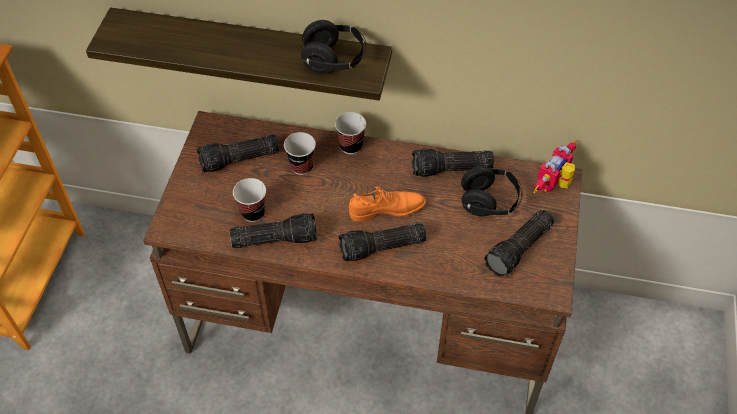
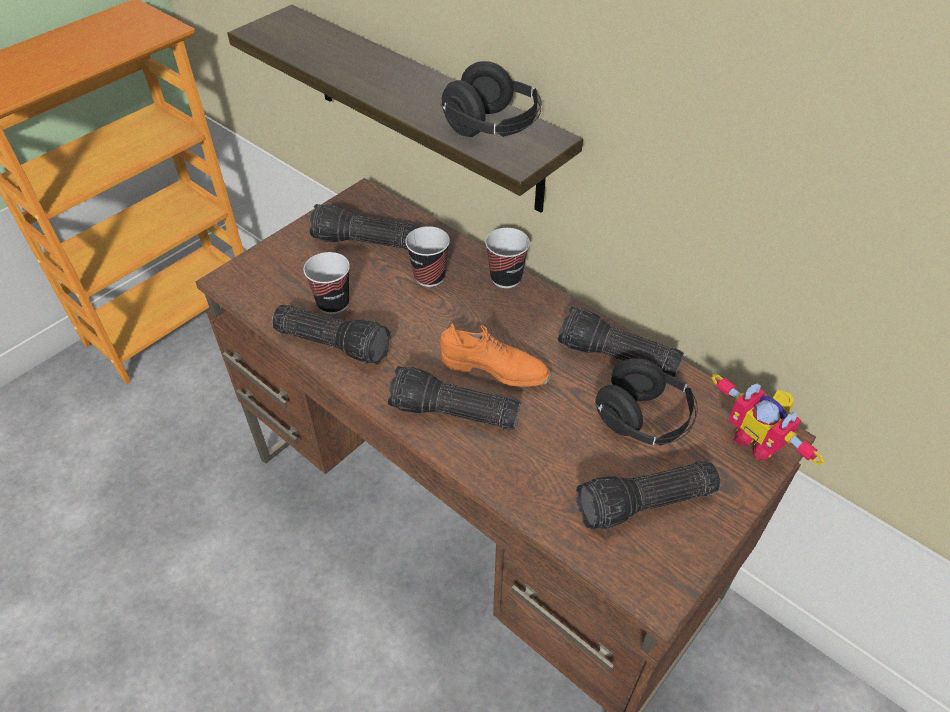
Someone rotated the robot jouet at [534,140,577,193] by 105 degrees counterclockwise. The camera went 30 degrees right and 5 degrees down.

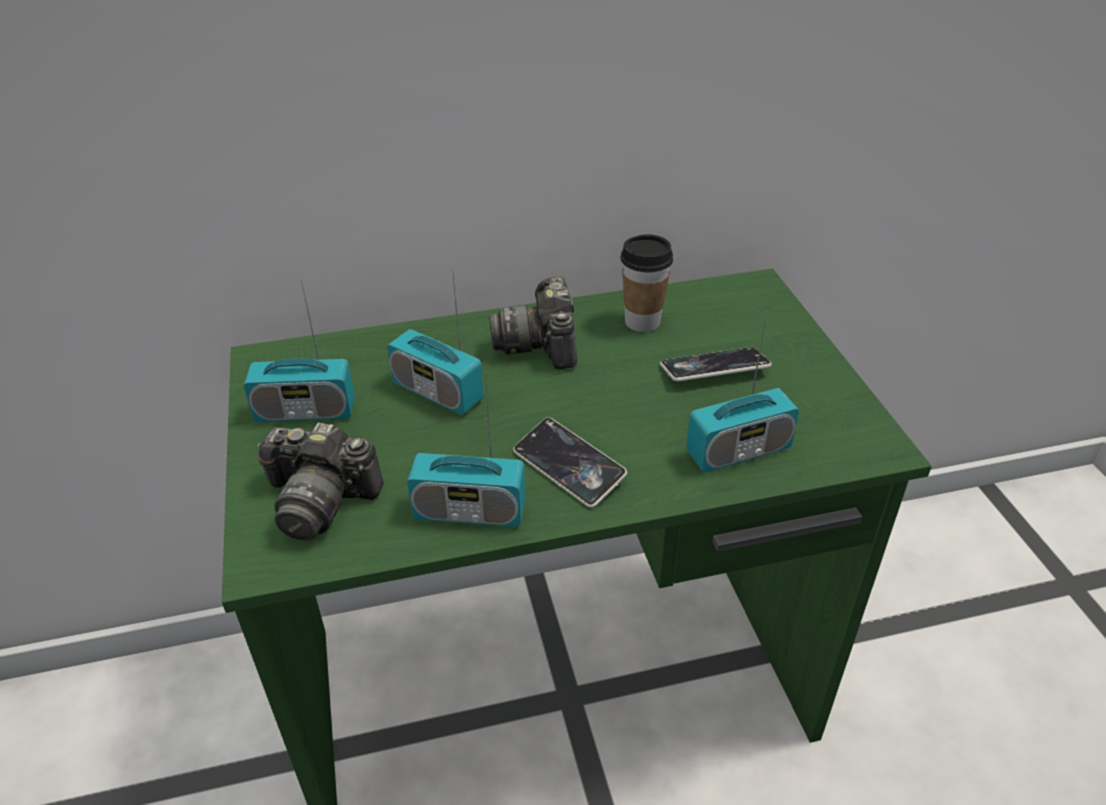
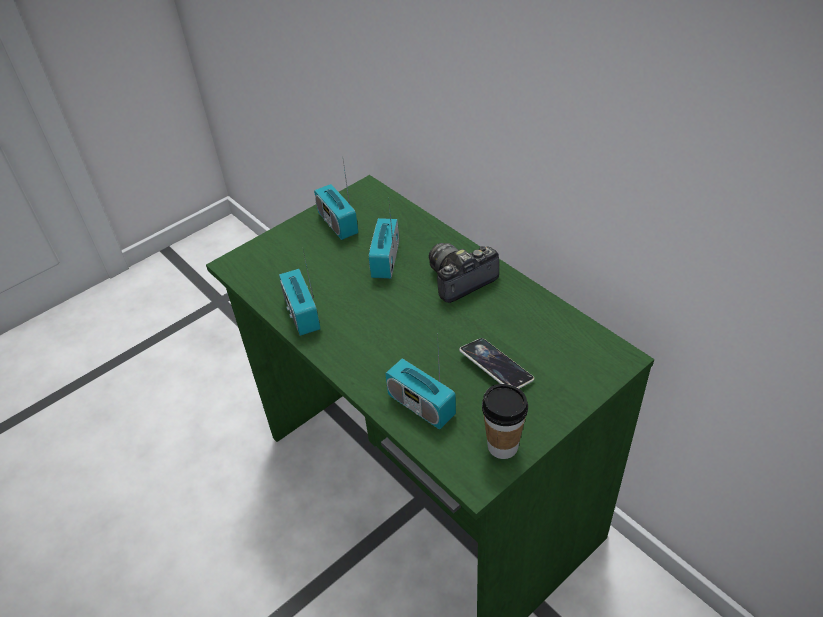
Someone carried the tasse from [620,234,673,332] to [482,384,528,459]. Someone took away the appareil photo at [257,423,384,541]. Someone took away the téléphone at [513,417,627,508]. The camera went 65 degrees right and 5 degrees up.

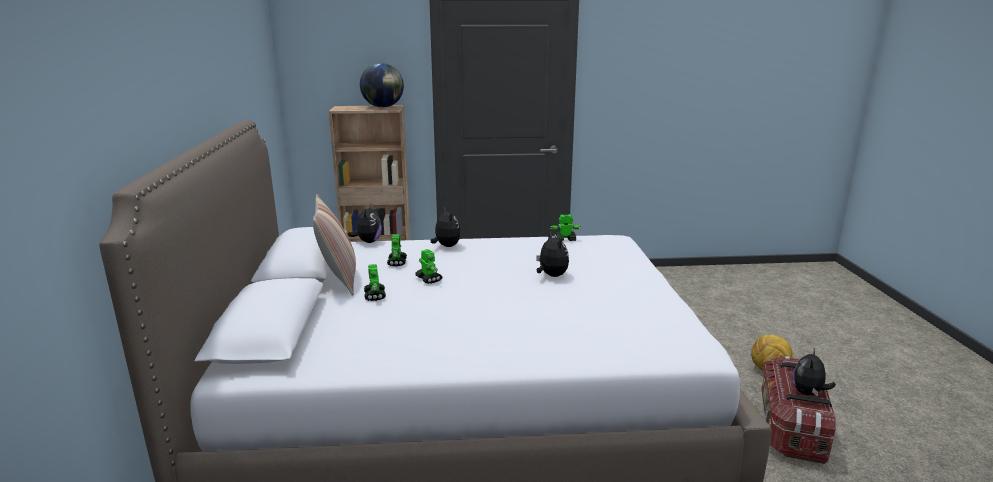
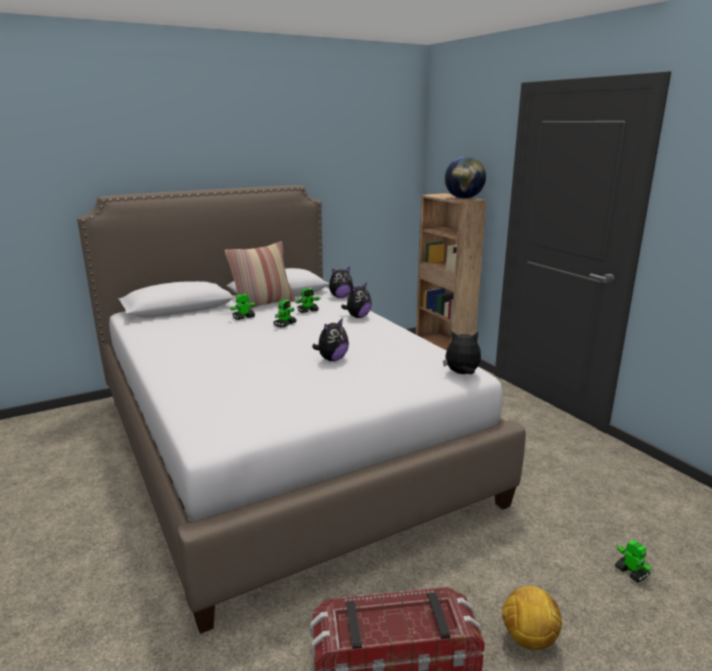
Someone carried the peluche from [793,348,836,397] to [443,331,481,374]. Someone carried the robot jouet from [550,214,581,241] to [615,540,654,583]. The camera went 65 degrees right and 0 degrees up.

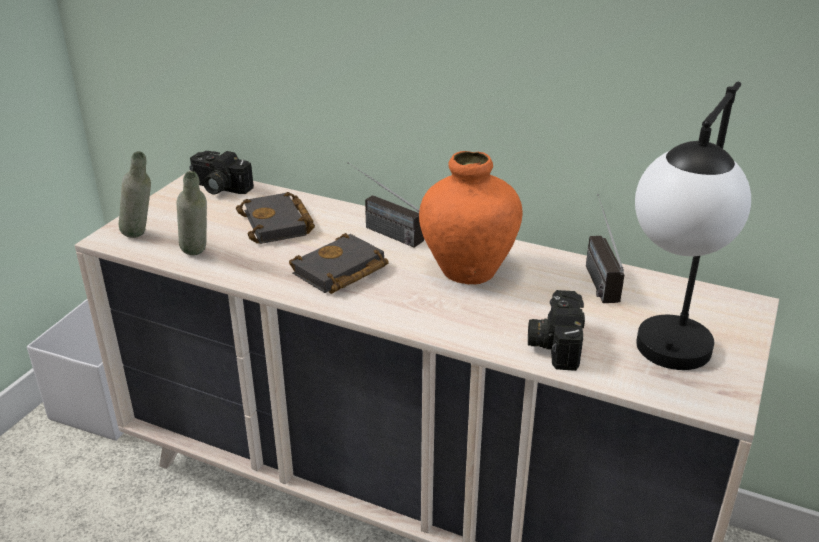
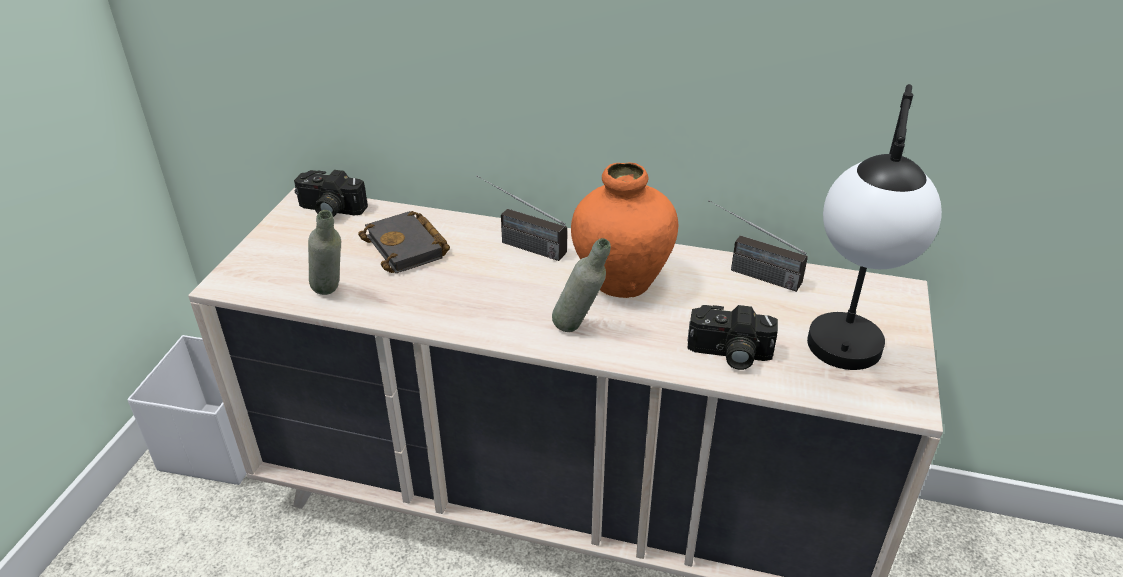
Someone carried the bouteille [gris] from [119,151,151,238] to [552,238,611,332]. Someone rotated the appareil photo at [528,290,585,371] by 75 degrees counterclockwise. Someone rotated the radio at [586,194,624,303] by 45 degrees counterclockwise. Someone took away the livre [noir] at [289,233,389,294]. The camera went 10 degrees left and 5 degrees up.

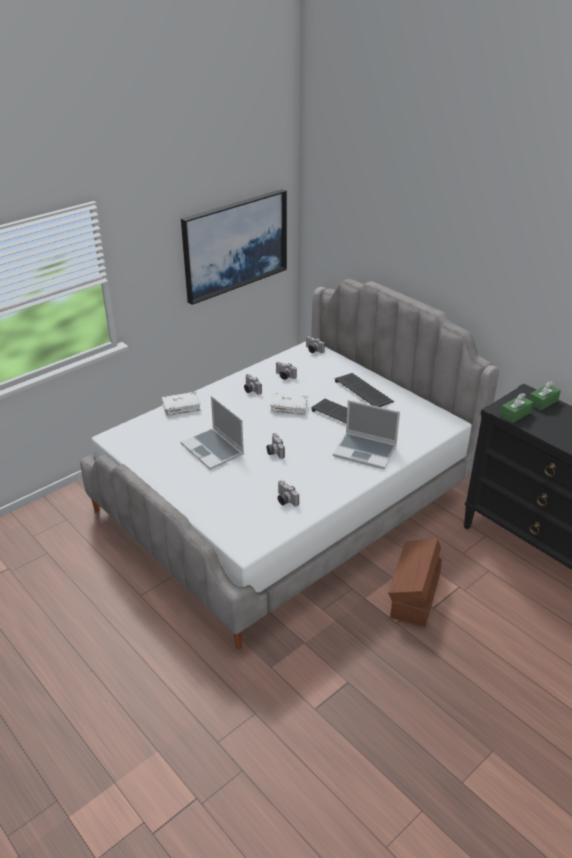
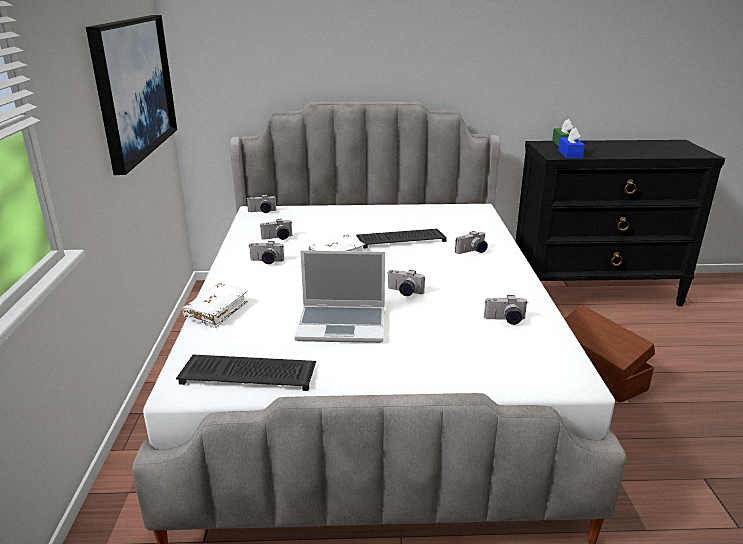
Someone carried the clavier from [335,373,394,407] to [176,355,316,391]. Someone swapped the ordinateur portable at [333,400,400,469] for the appareil photo at [455,231,488,254]. Someone repainted the boîte à mouchoirs [vert] at [500,393,533,423], which became the boîte à mouchoirs [bleu] at [558,128,585,158]. The camera went 50 degrees left and 10 degrees down.

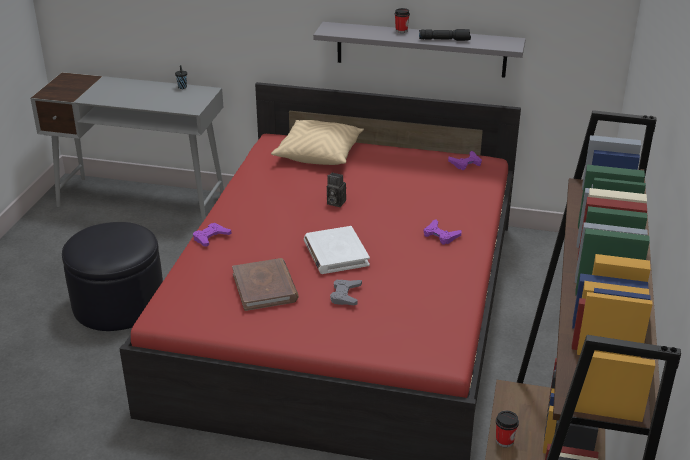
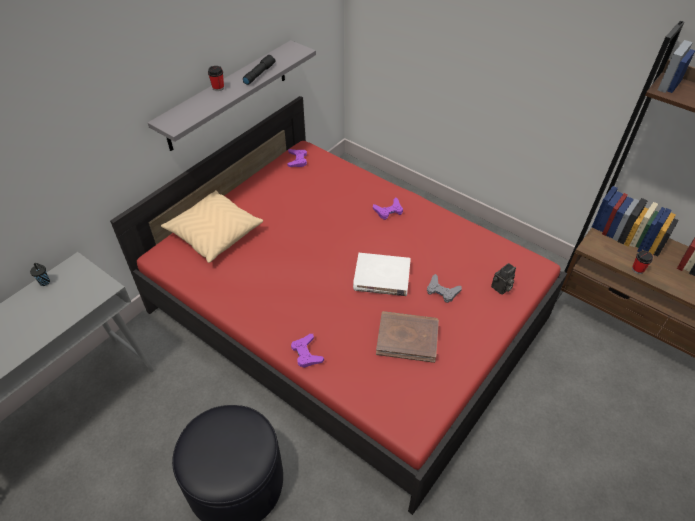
Someone carried the appareil photo from [327,172,346,207] to [491,263,516,295]. The camera went 65 degrees left and 15 degrees up.

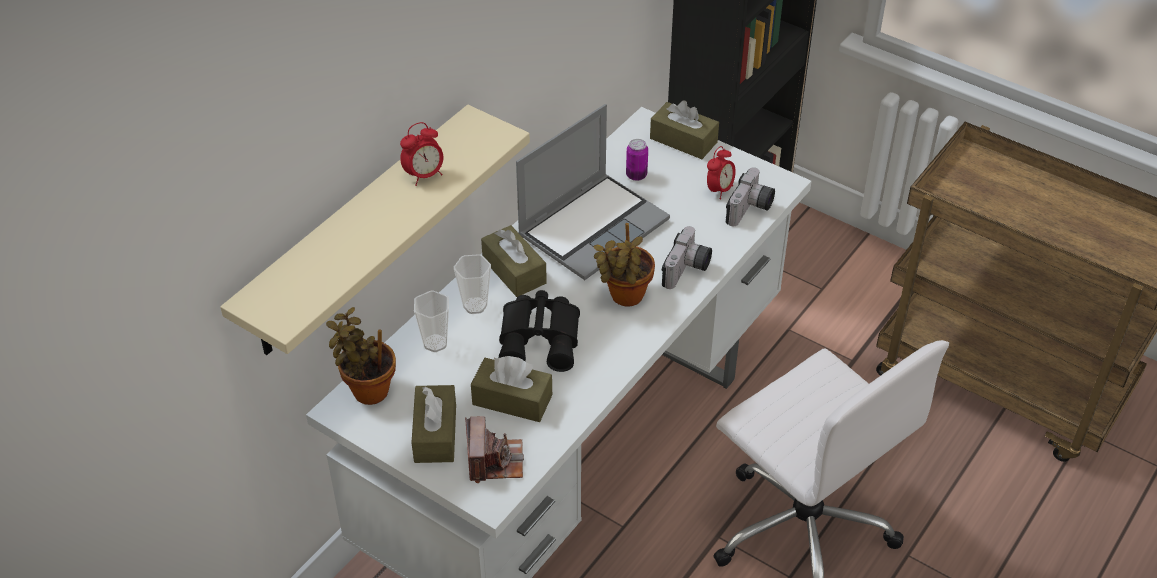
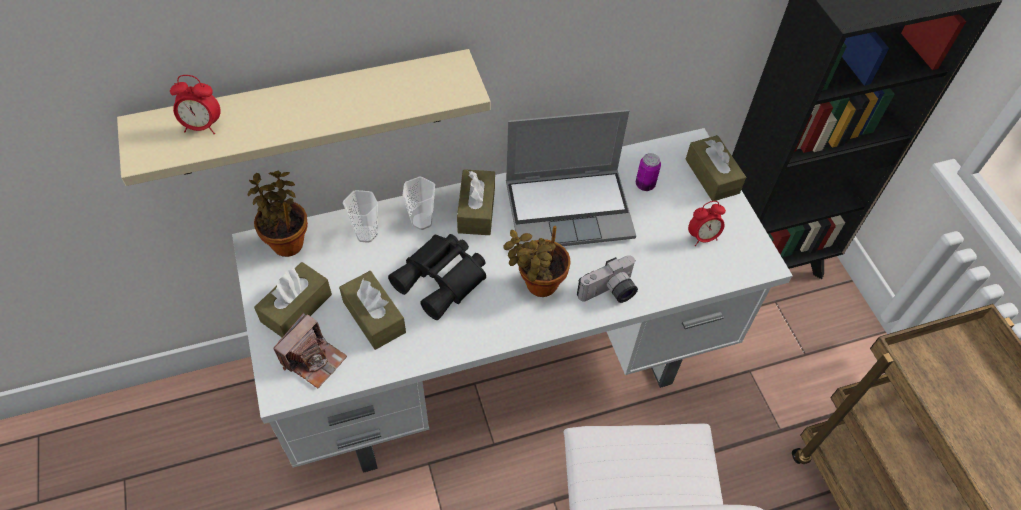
Someone carried the réveil from [400,122,443,186] to [170,75,221,135]. Someone took away the appareil photo at [726,167,775,226]. The camera went 35 degrees right and 10 degrees up.

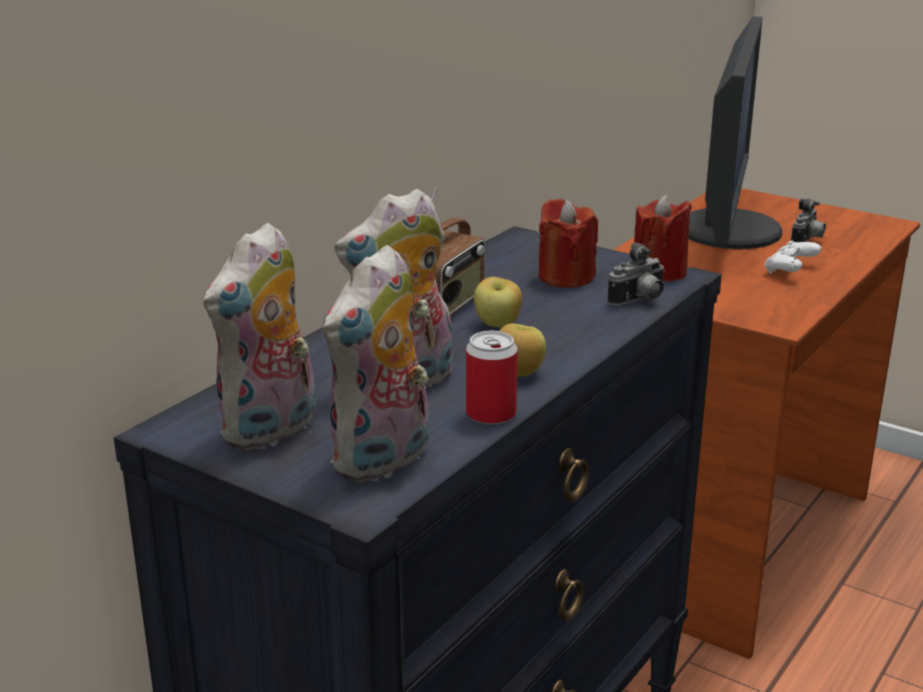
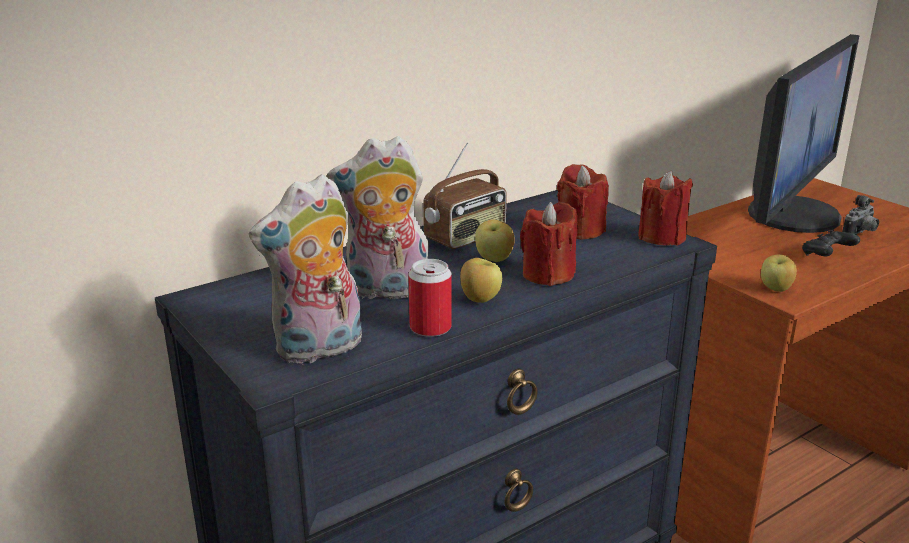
Someone put down the bougie [rouge] at [520,202,577,286]. Someone put down the pomme at [761,254,797,292]. Someone repainted the manette [blanc] at [764,240,821,274], which became the manette [noir] at [802,229,860,256]. Someone took away the peluche at [203,222,316,451]. Someone took away the appareil photo at [607,242,665,306]. The camera went 20 degrees right and 0 degrees up.

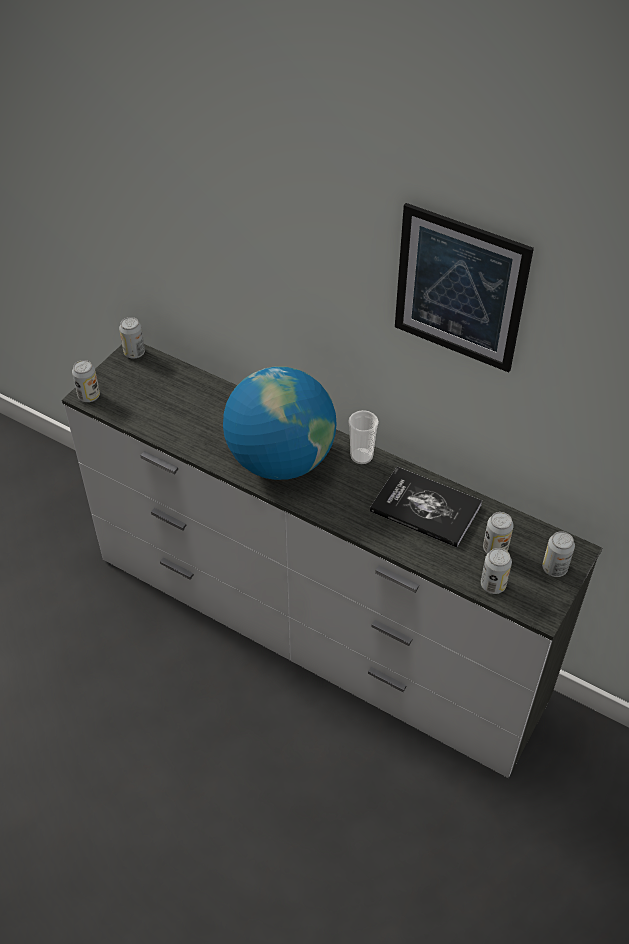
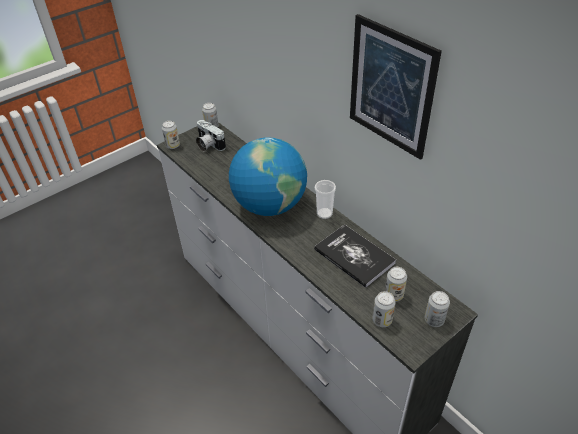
Someone put down the appareil photo at [196,120,226,152]. The camera went 20 degrees right and 5 degrees down.

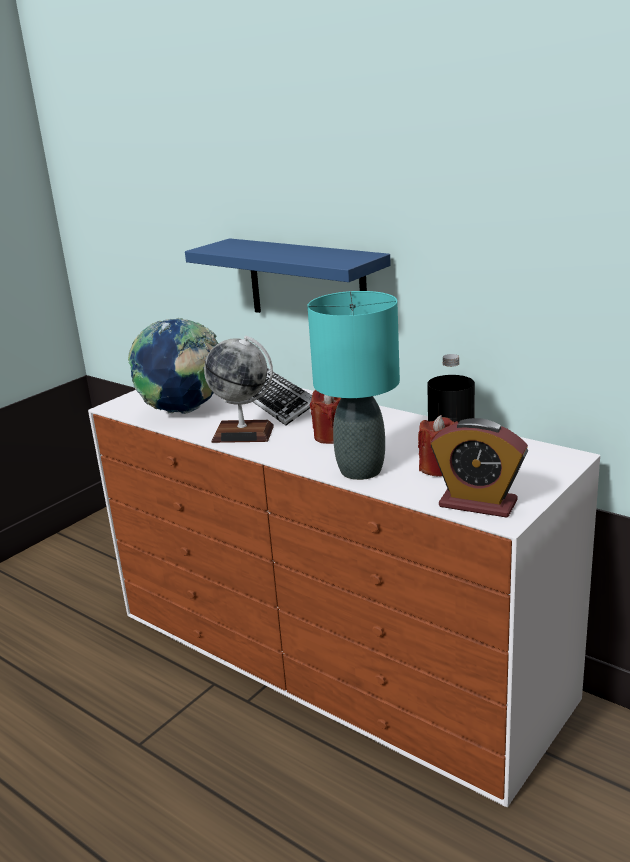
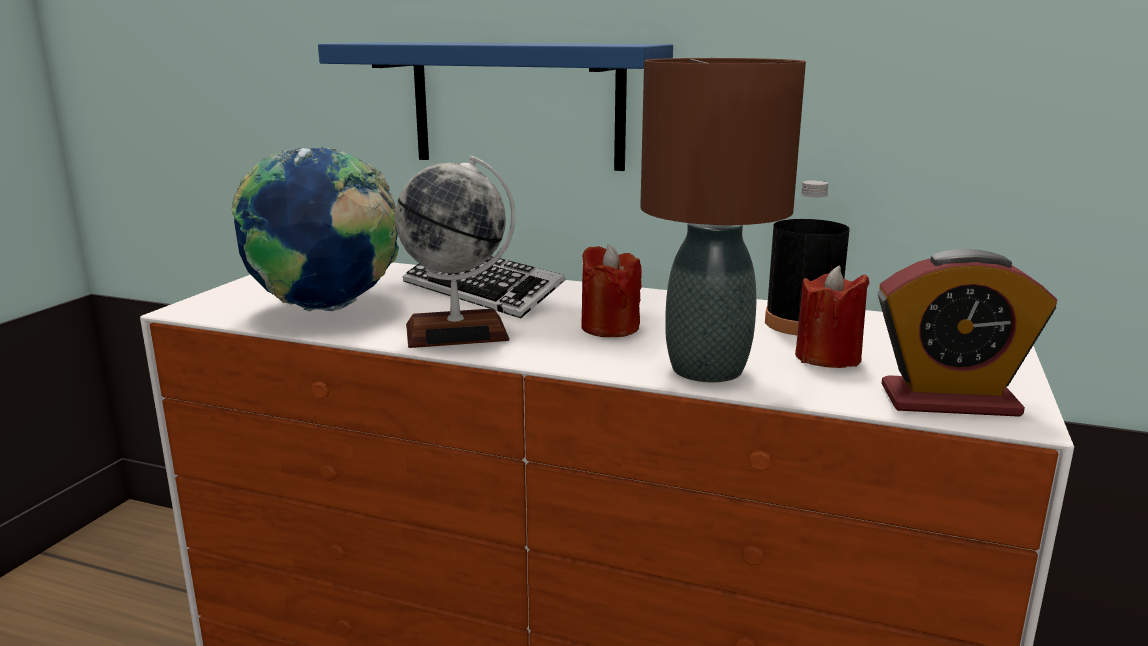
Someone repainted the lampe de table [turquoise] at [307,291,400,480], which became the lampe de table [marron] at [640,58,806,382]. The camera went 20 degrees left and 5 degrees down.

